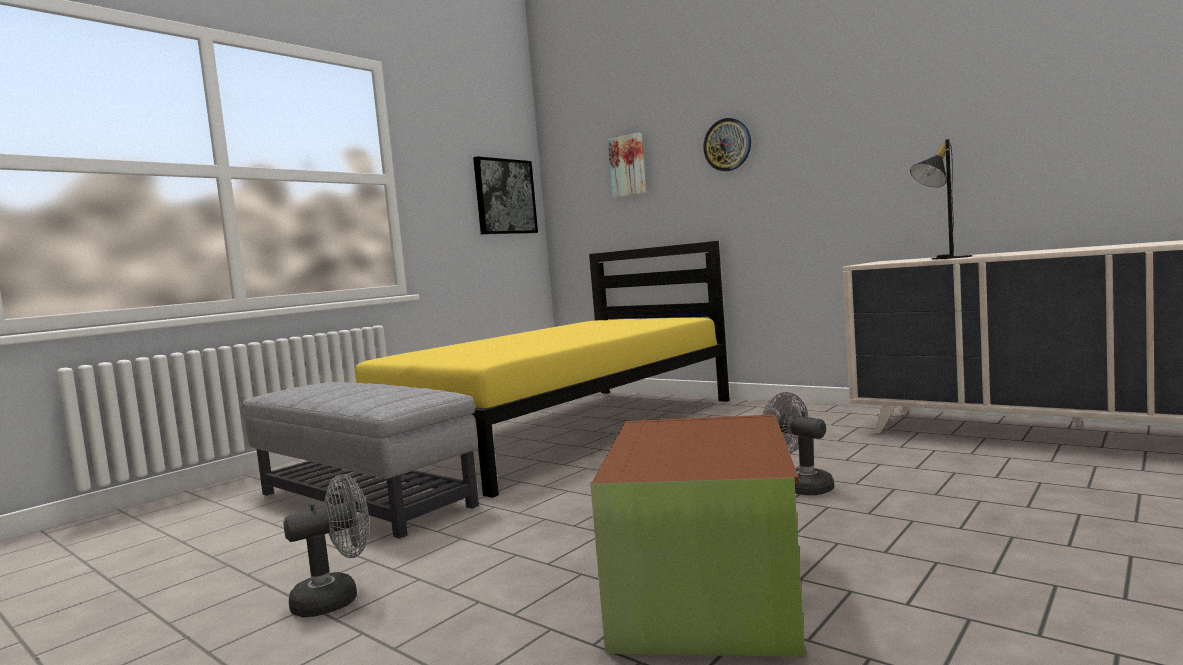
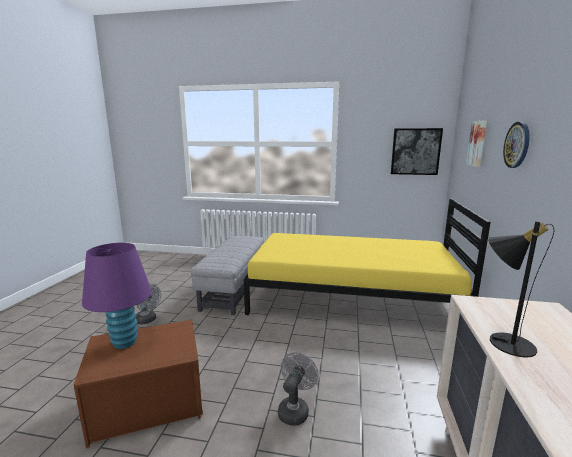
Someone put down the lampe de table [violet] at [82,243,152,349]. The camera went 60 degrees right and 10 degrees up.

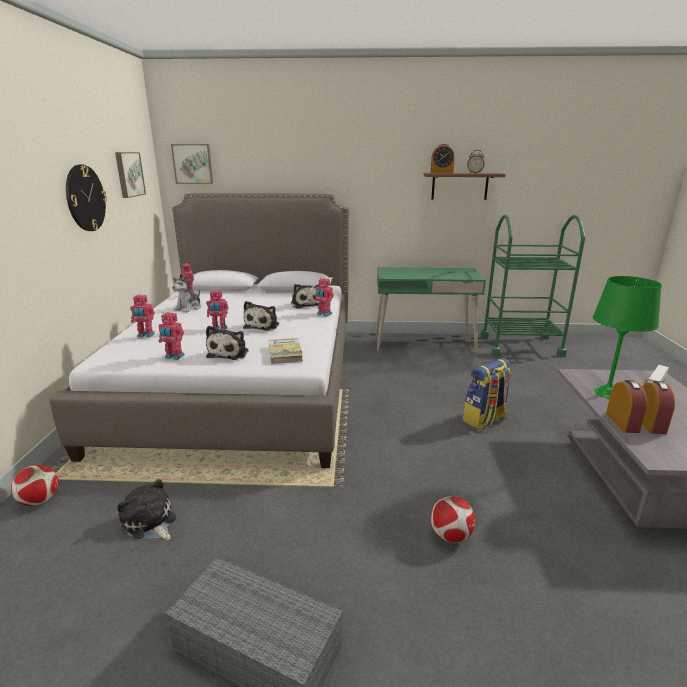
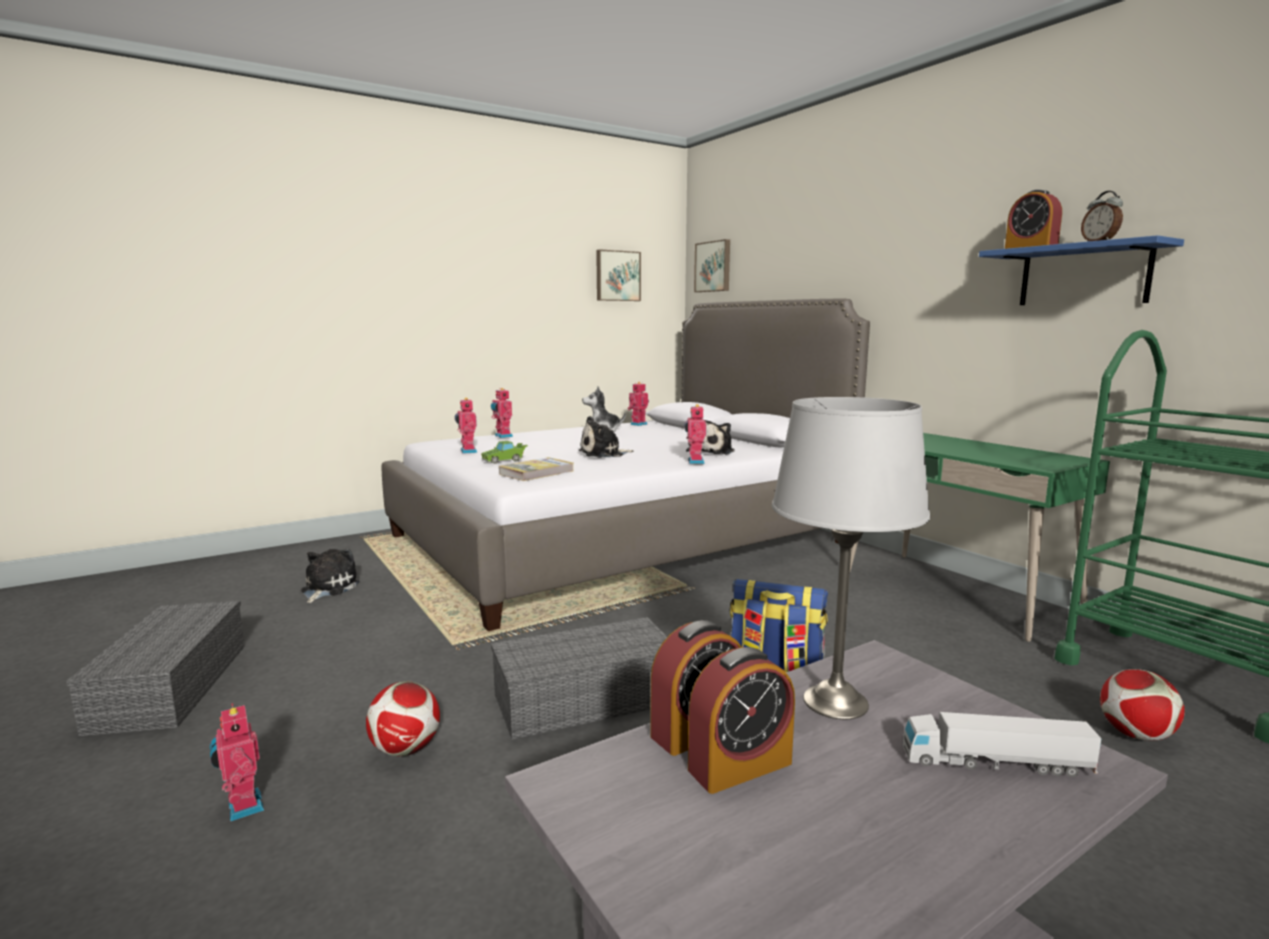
Someone carried the robot jouet from [206,289,229,330] to [210,703,264,822]. Someone swapped the peluche at [206,326,249,360] for the petite voiture [vert] at [481,441,528,464]. Someone put down the boîte de rangement [gris] at [491,617,667,740]. Someone repainted the lampe de table [vert] at [593,276,662,398], which became the lampe de table [gris] at [772,397,930,719]. Someone repainted the étagère [marron] at [423,173,506,200], which became the étagère [bleu] at [979,235,1184,305]. Someone carried the ballon de foot from [11,465,59,506] to [1100,669,1185,740]. Someone took away the horloge murale at [66,164,107,231]. The camera went 55 degrees right and 10 degrees down.

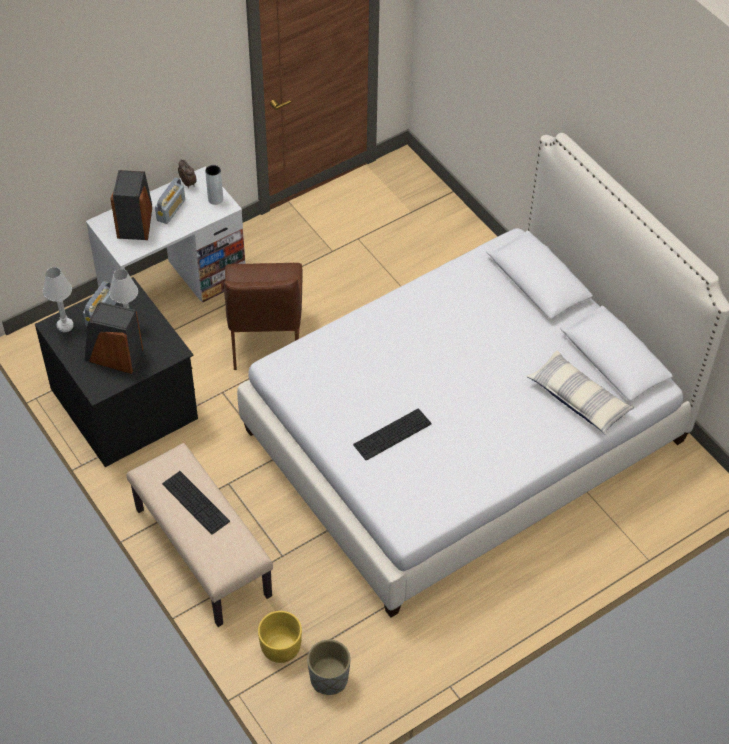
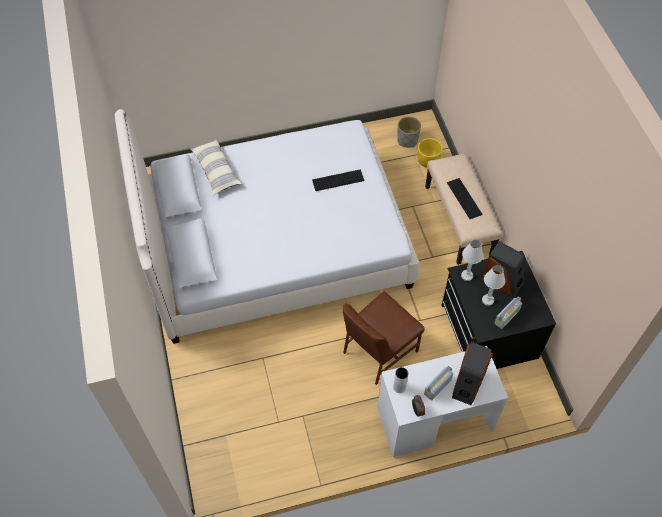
Someone rotated the chaise [marron] at [224,263,303,370] by 150 degrees counterclockwise. Someone carried the lampe de table [blanc] from [43,267,74,332] to [461,240,483,281]. The camera went 160 degrees left and 5 degrees up.

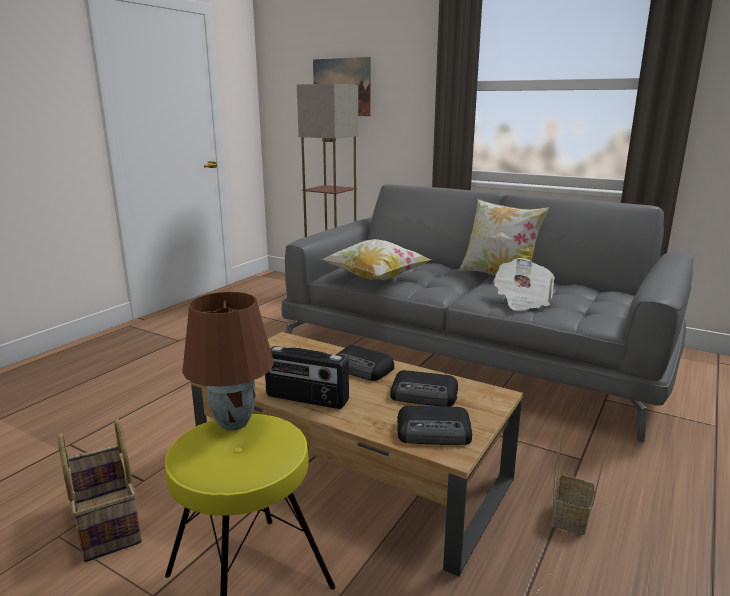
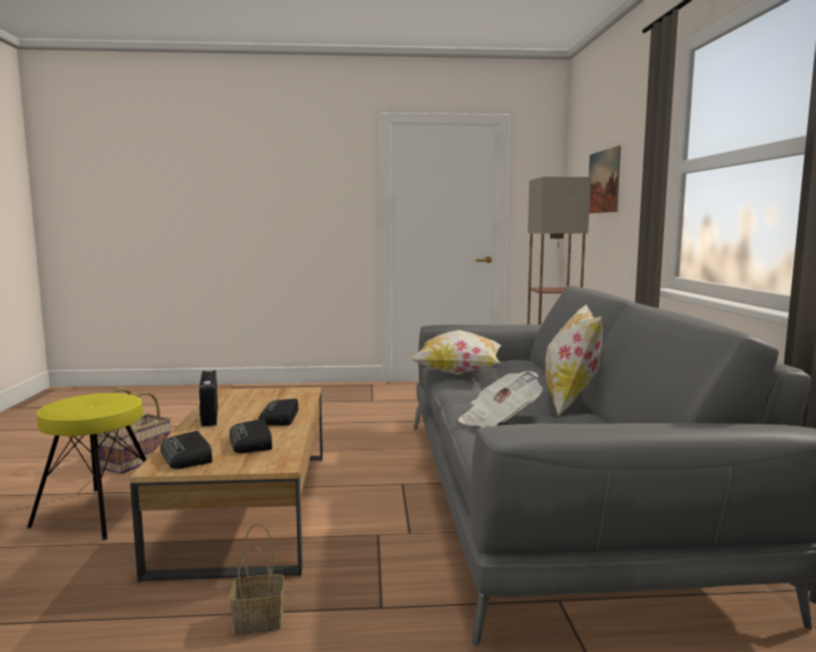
Someone took away the lampe de table [marron] at [182,292,274,431]. The camera went 55 degrees right and 10 degrees down.

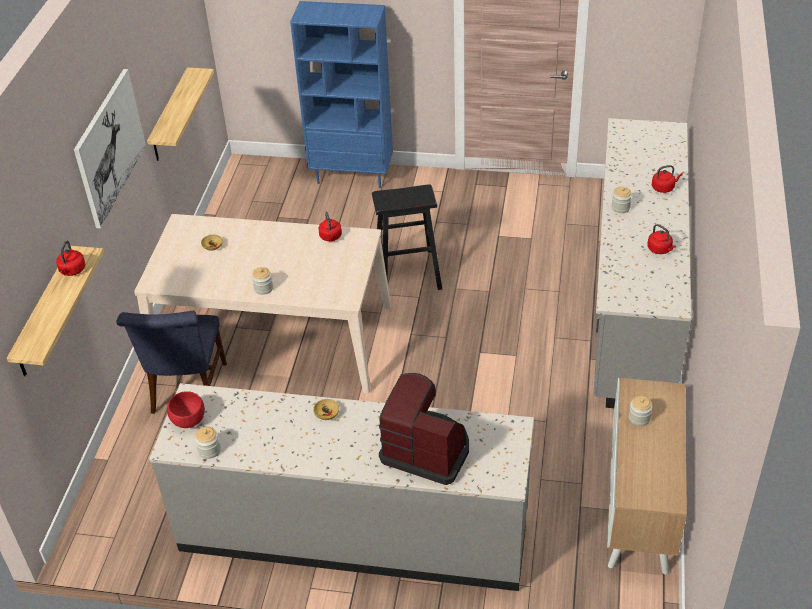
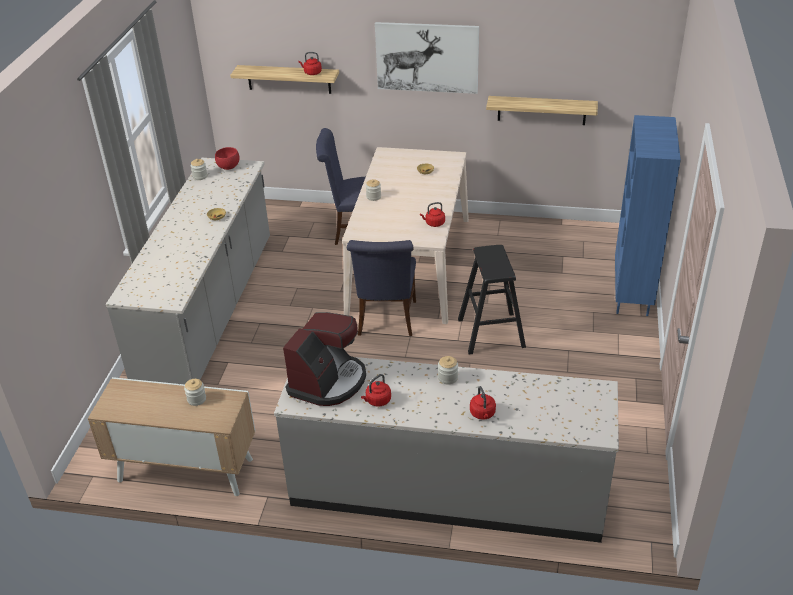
Someone carried the machine à café from [379,373,469,485] to [283,312,366,406]. Someone put down the chaise [bleu] at [347,240,416,336]. The camera went 90 degrees right and 5 degrees down.

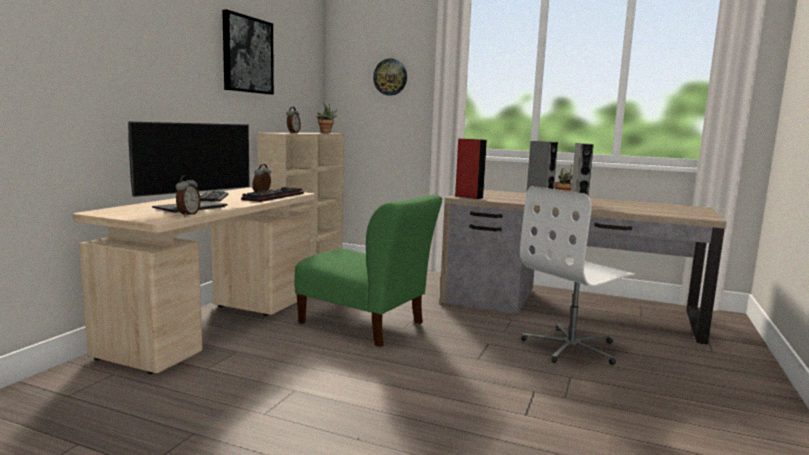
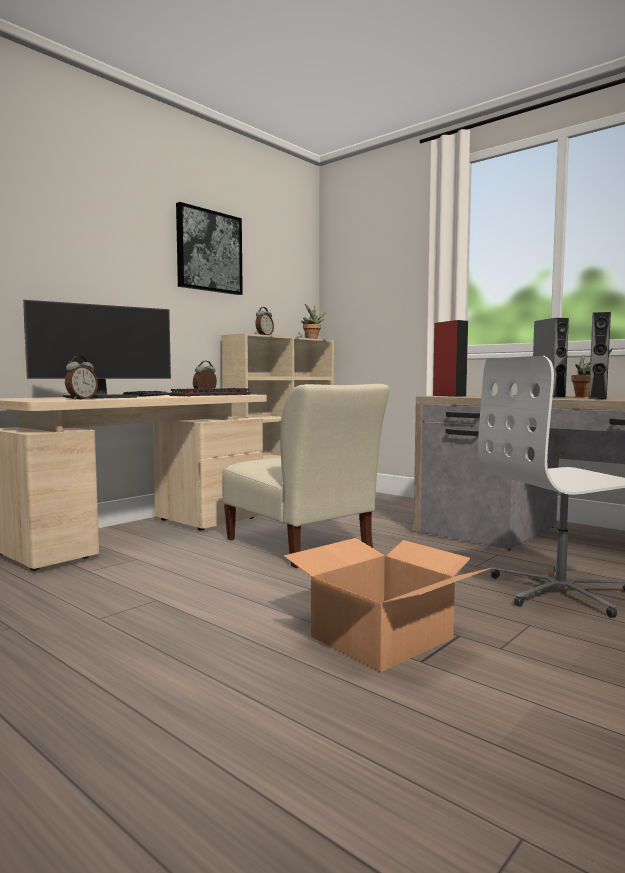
Someone repainted the chaise [vert] at [295,195,442,347], which became the chaise [beige] at [222,384,390,568]. Someone put down the carton at [284,538,491,672]. Someone took away the horloge murale at [373,59,407,96]. The camera went 20 degrees right and 5 degrees down.

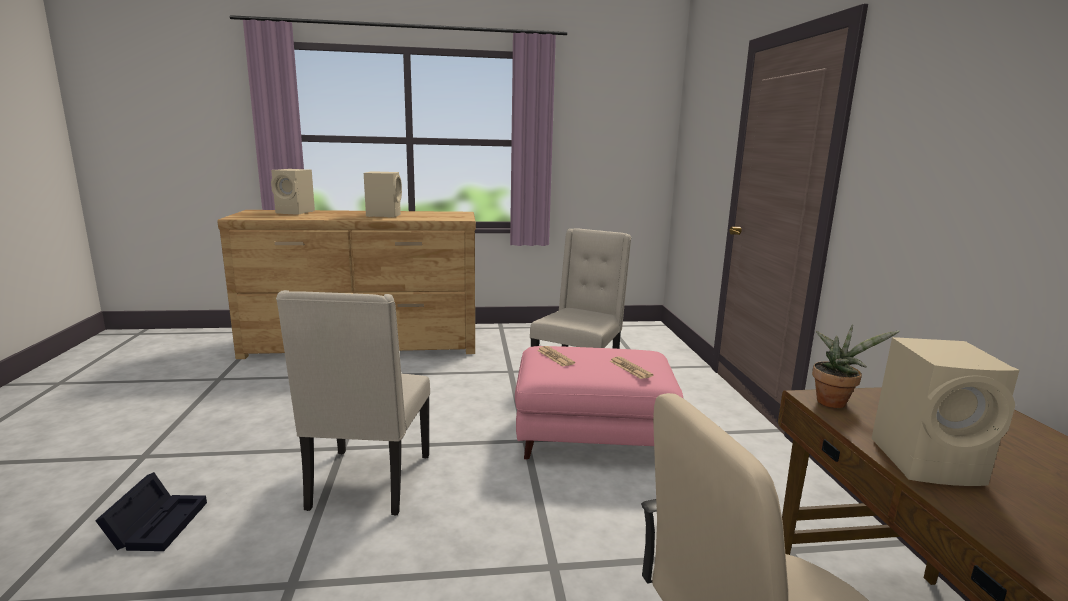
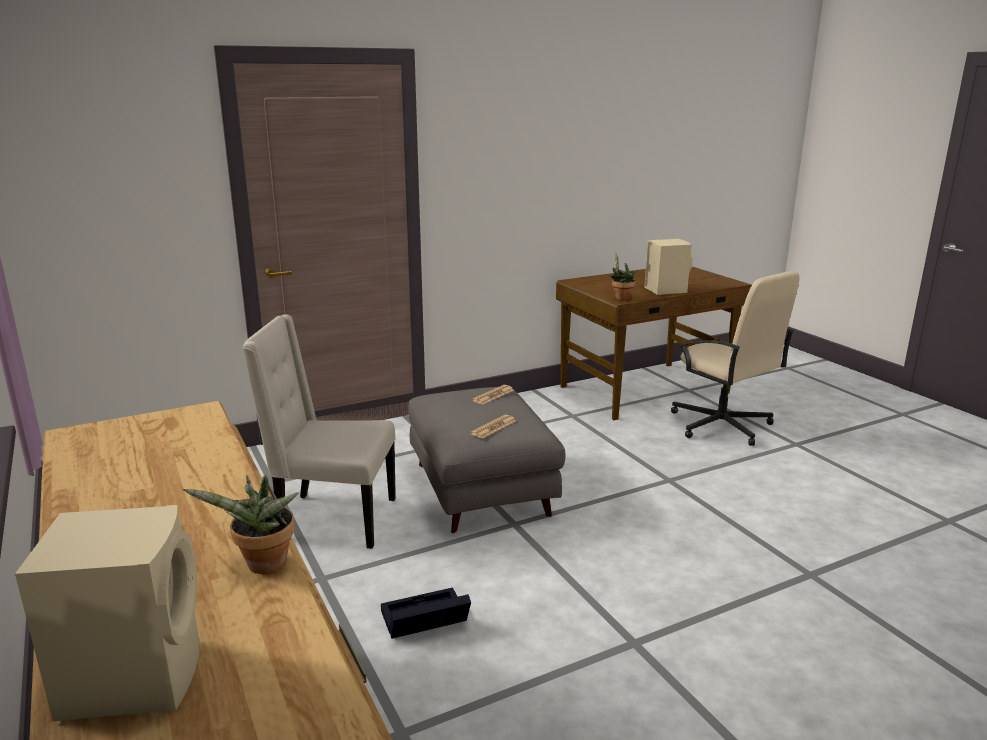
Someone put down the plante en pot at [183,475,299,574]. Someone carried the boîte de rangement [noir] from [95,472,207,551] to [381,587,471,639]. Someone repainted the pouf [rose] at [515,346,683,460], which became the pouf [gris] at [408,387,565,533]. Someone took away the chaise [beige] at [276,290,430,516]. Someone took away the enceinte [beige] at [364,171,402,217]. The camera went 110 degrees left and 5 degrees up.

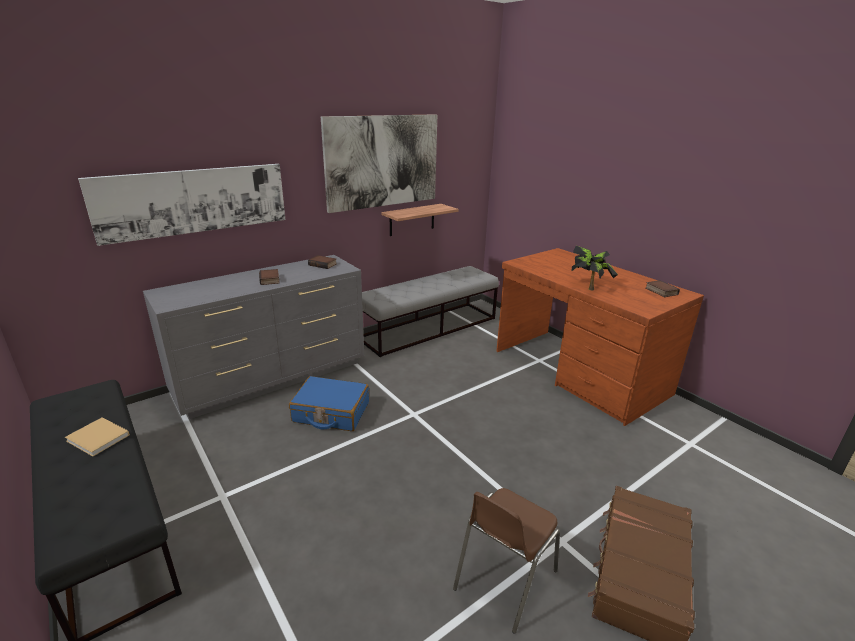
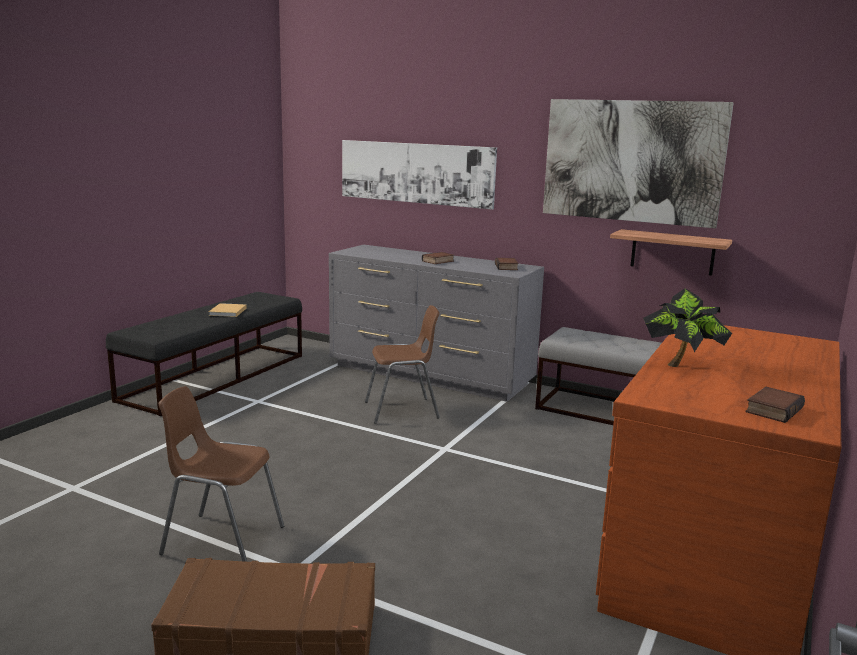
Someone swapped the valise [bleu] at [289,376,369,431] for the chaise [marron] at [365,305,440,424]. The camera went 65 degrees right and 10 degrees down.

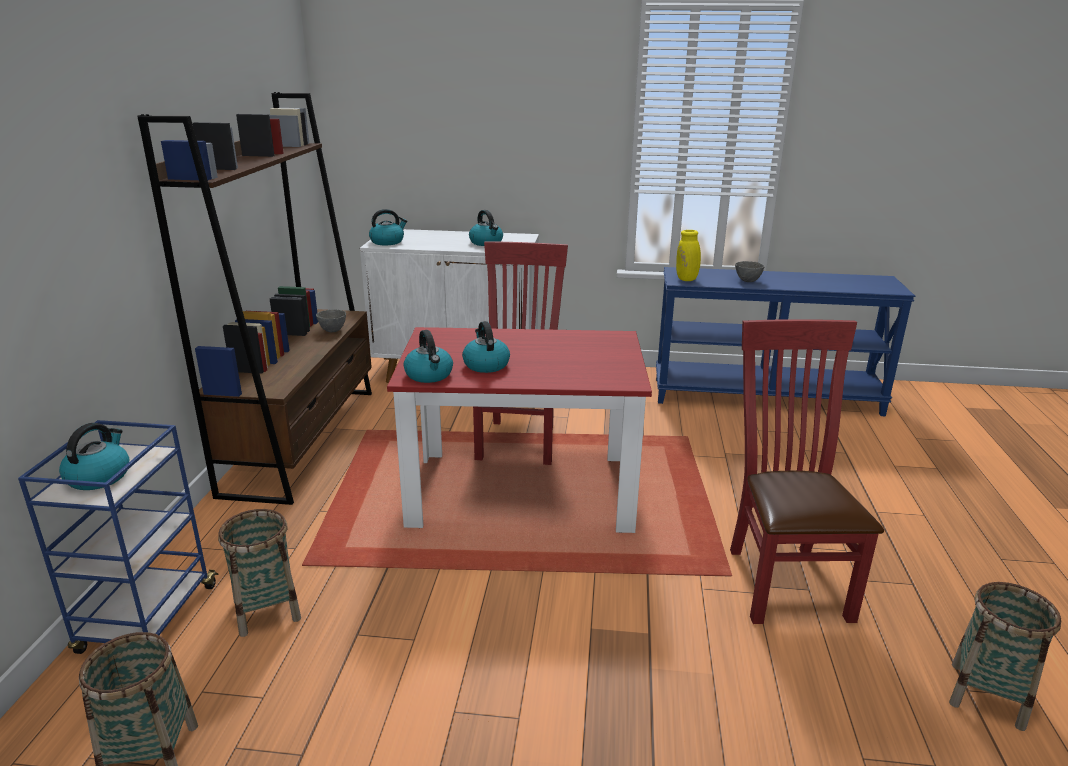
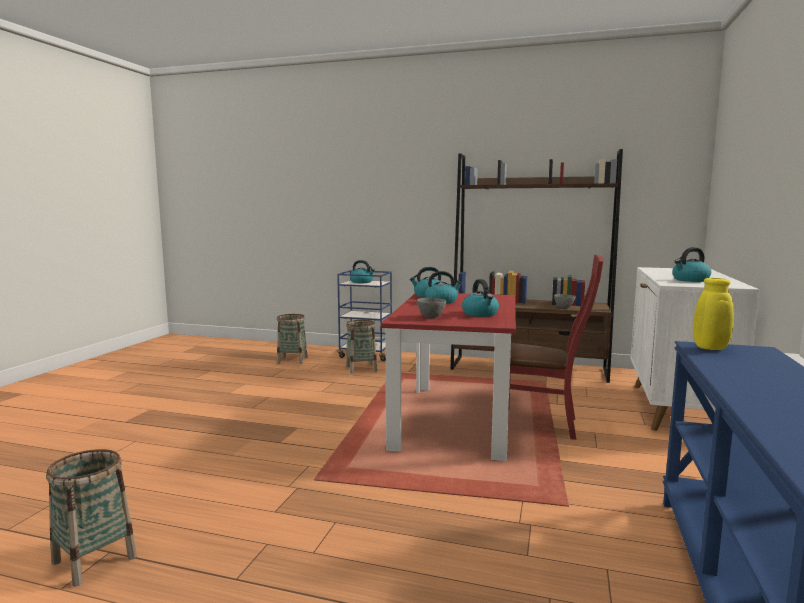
Someone carried the bol [gris] from [735,261,765,282] to [417,298,446,318]. Someone carried the bouilloire from [369,209,407,245] to [462,279,499,317]. Someone took away the chaise [rouge] at [730,319,884,624]. The camera went 100 degrees right and 15 degrees down.

